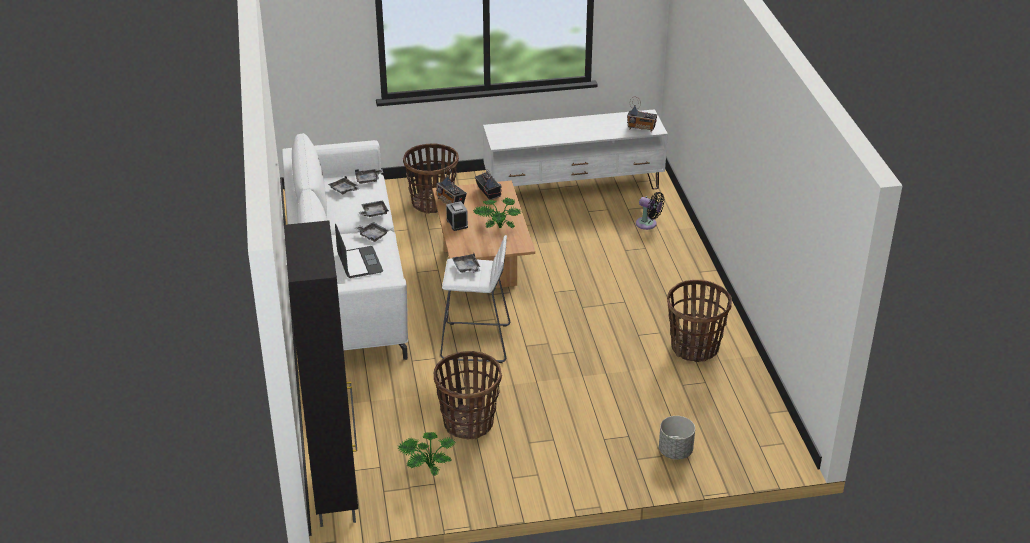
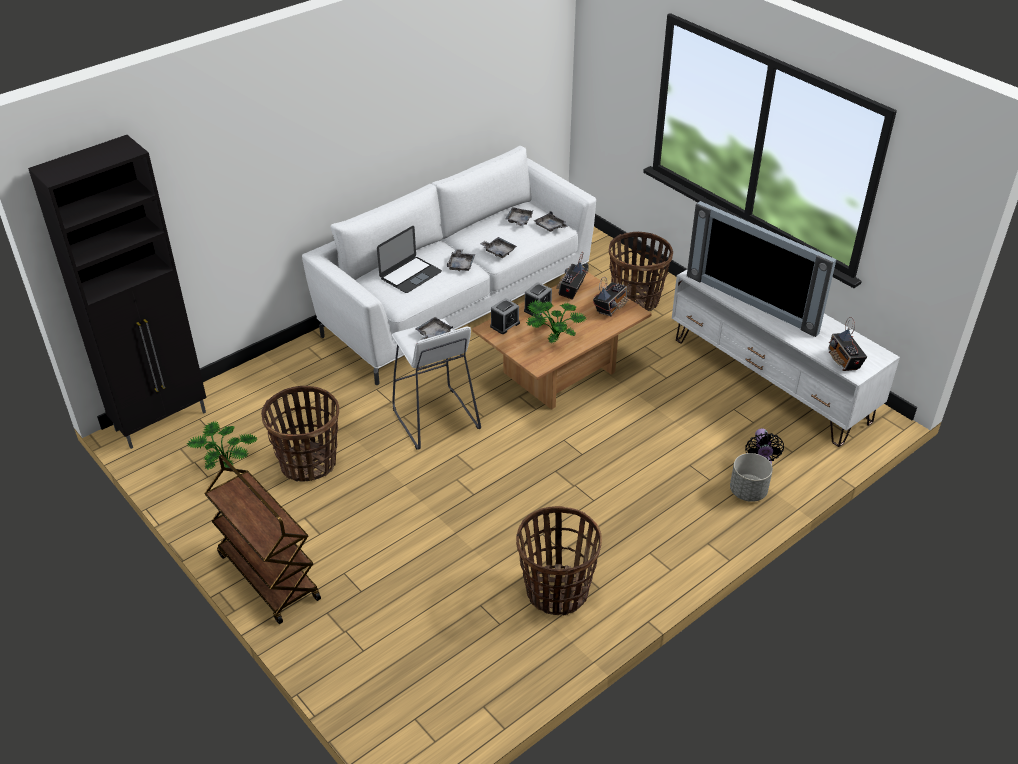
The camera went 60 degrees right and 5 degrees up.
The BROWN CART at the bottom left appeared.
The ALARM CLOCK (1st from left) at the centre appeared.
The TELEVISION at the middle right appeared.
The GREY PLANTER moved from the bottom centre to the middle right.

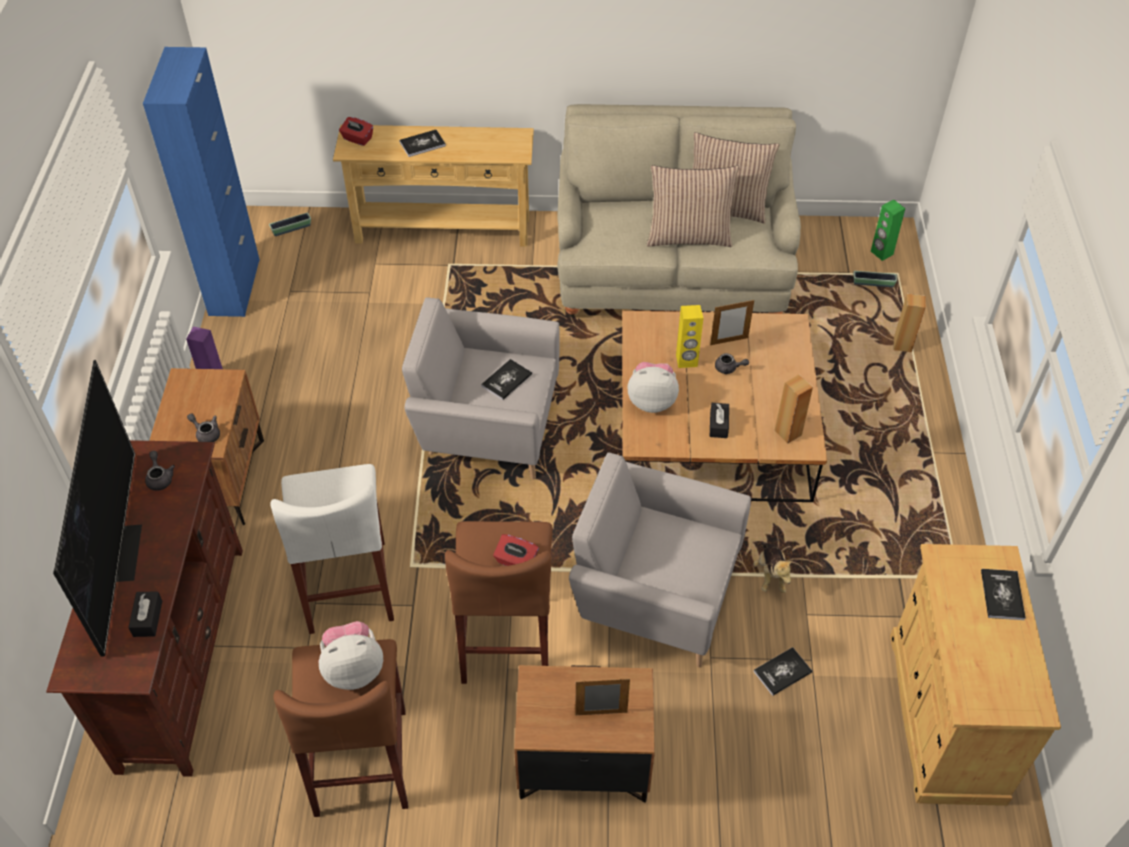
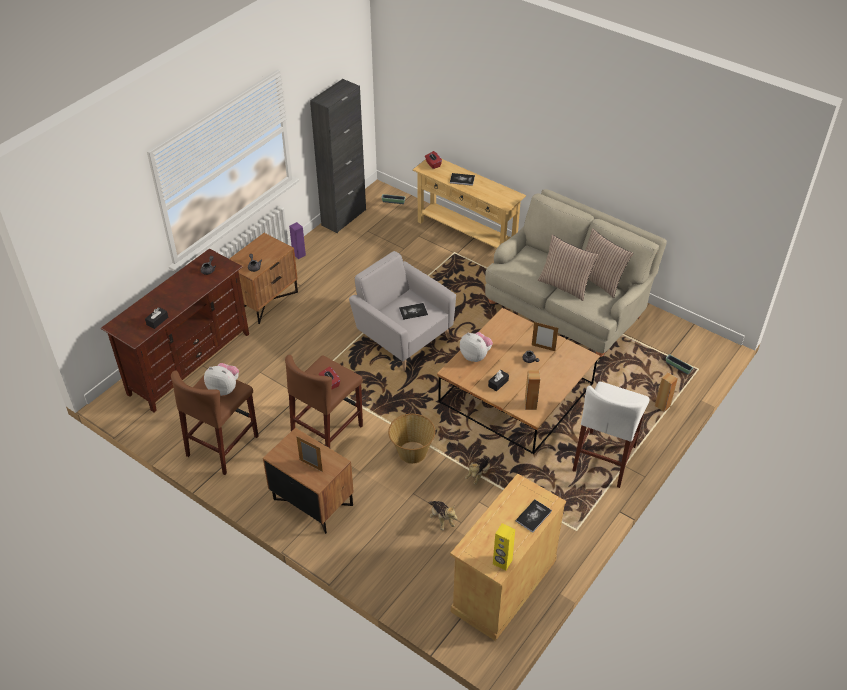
The camera went 35 degrees right and 5 degrees down.
The TELEVISION at the middle left disappeared.
The GREEN SPEAKER at the top right disappeared.
The WHITE STOOL moved from the middle left to the middle right.
The YELLOW SPEAKER moved from the centre to the bottom centre.
The GREY ARMCHAIR (2nd from left) at the centre was replaced by the BASKET at the centre.
The BOOK (3rd from left) at the bottom right was replaced by the PLUSH TOY (2nd from left) at the bottom centre.
The BLUE CABINET at the top left became the BLACK CABINET at the top centre.

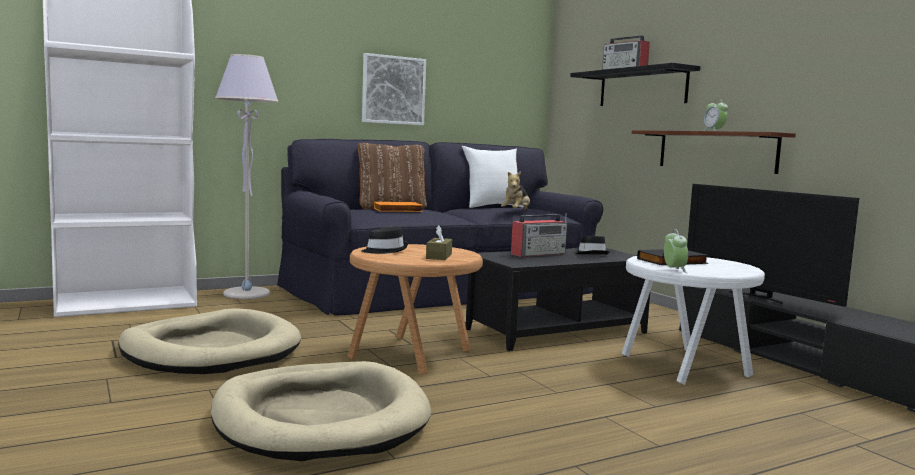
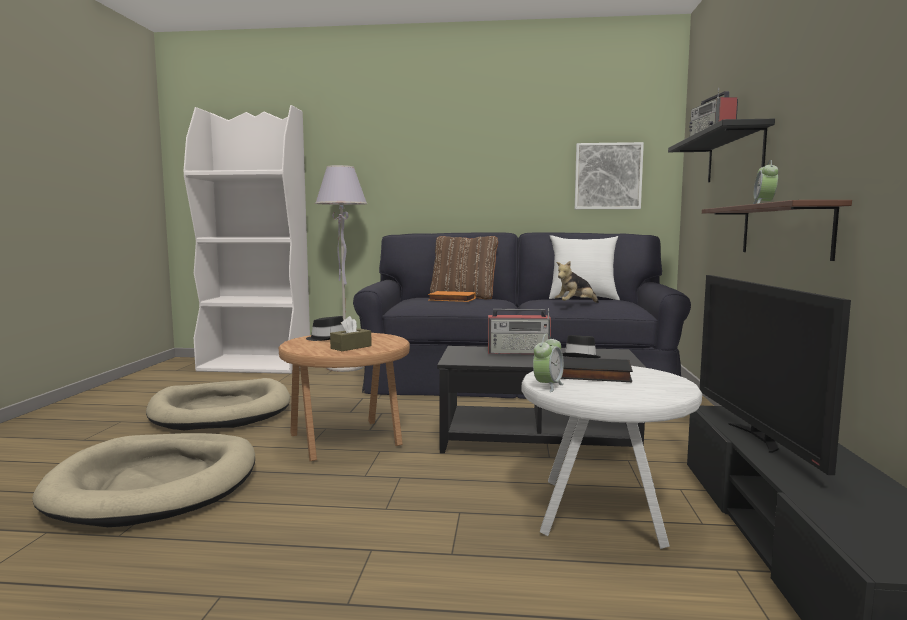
The camera went 35 degrees right and 0 degrees up.
The PICTURE moved from the top centre to the top right.

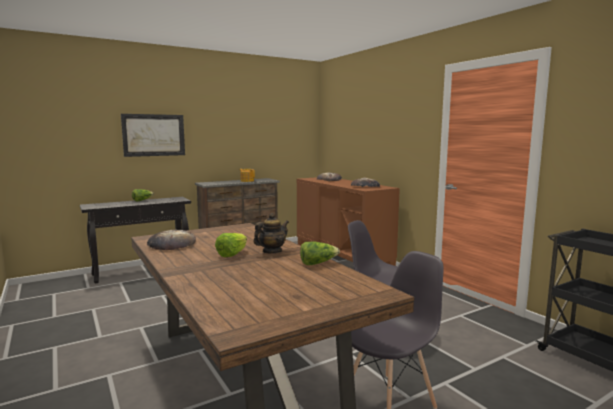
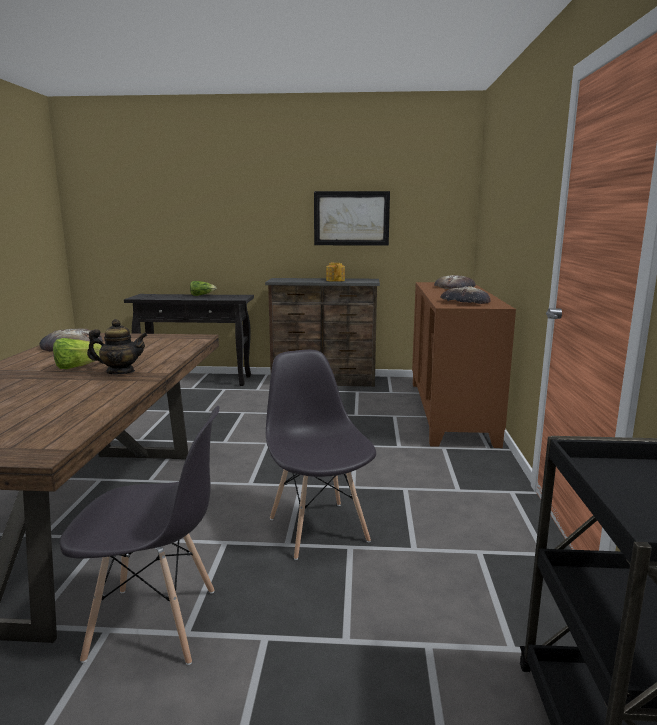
The camera went 35 degrees right and 5 degrees up.
The LETTUCE (3rd from left) at the centre disappeared.
The PICTURE moved from the top left to the top centre.

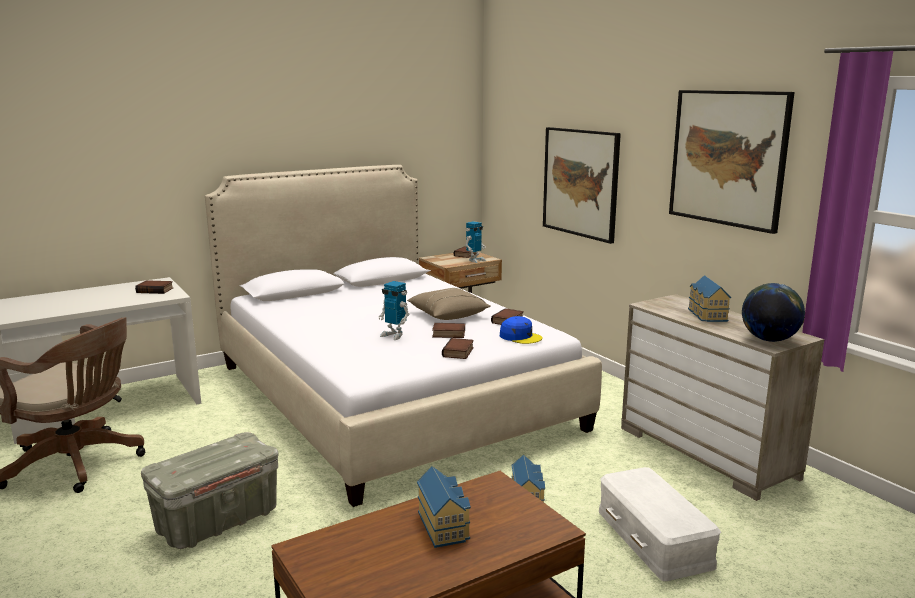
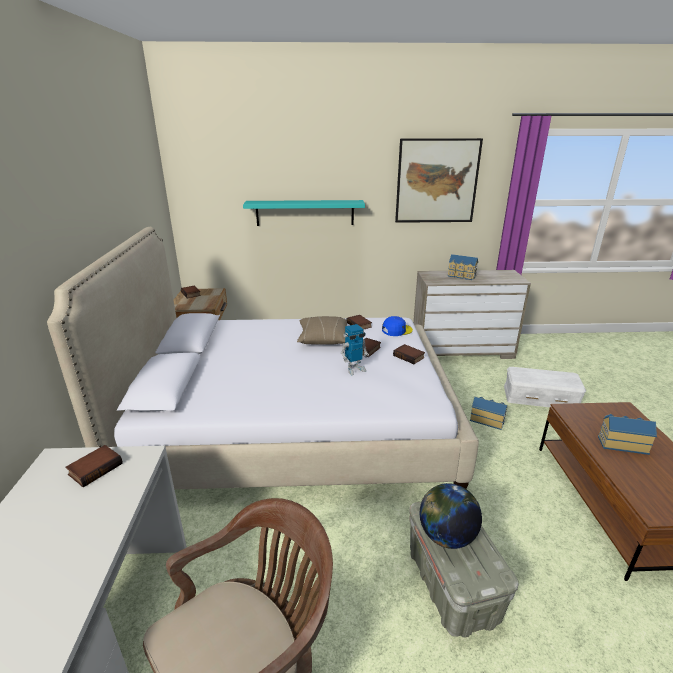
The camera went 60 degrees left and 10 degrees up.
The TOY ROBOT (2nd from left) at the centre disappeared.
The GLOBE moved from the middle right to the bottom right.
The PICTURE (1st from left) at the top centre was replaced by the TURQUOISE SHELF at the top centre.

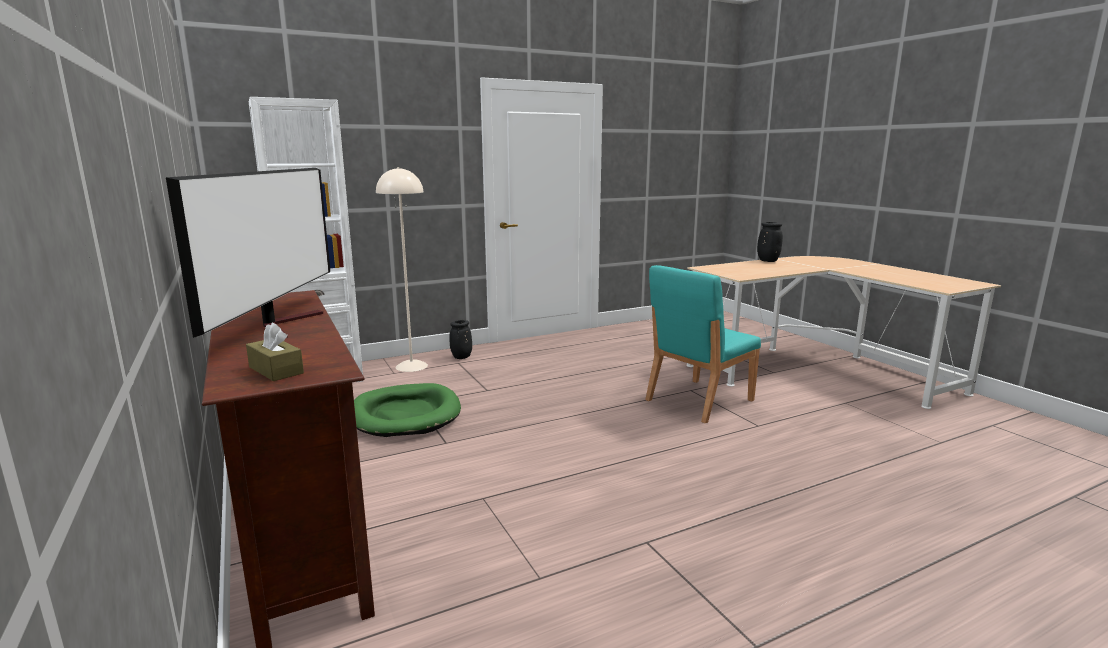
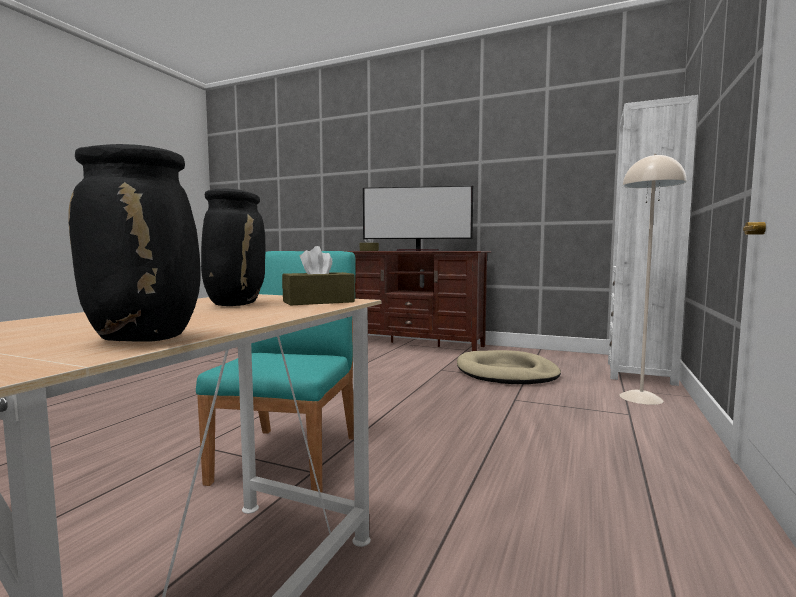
The camera went 140 degrees right and 10 degrees down.
The BROWN TISSUE BOX (1st from left) at the centre appeared.
The BLACK VASE (1st from left in the first image) moved from the centre to the middle left.
The GREEN DOG BED at the centre became the BEIGE DOG BED at the centre.
The TELEVISION at the middle left turned 45 degrees counterclockwise.

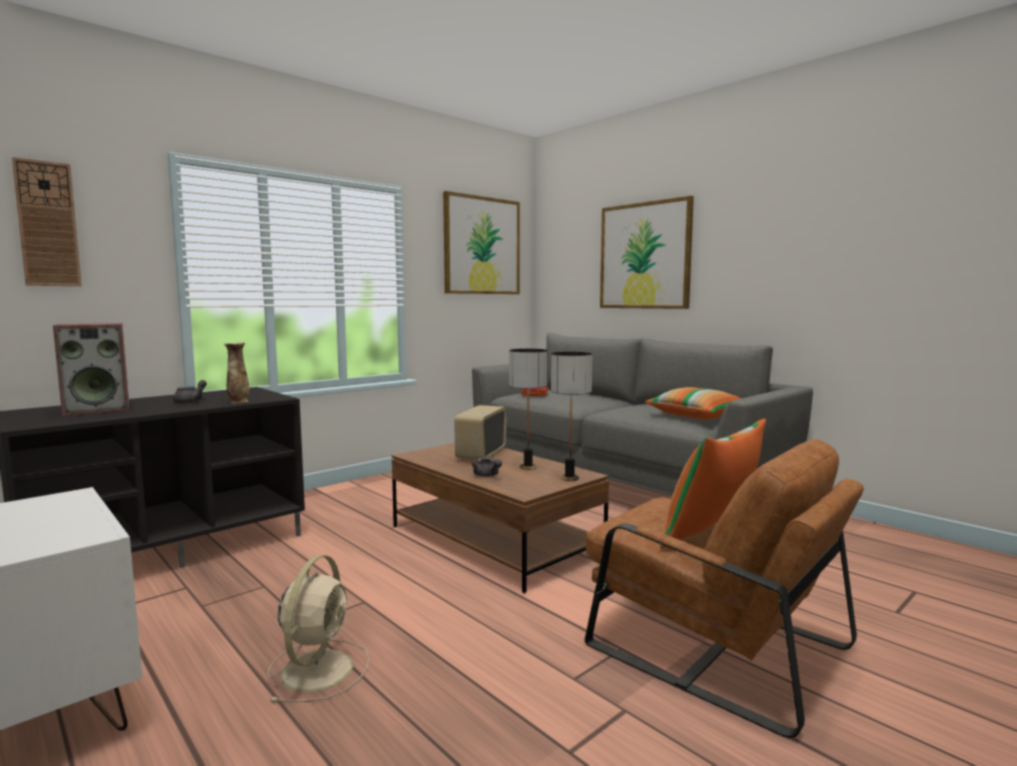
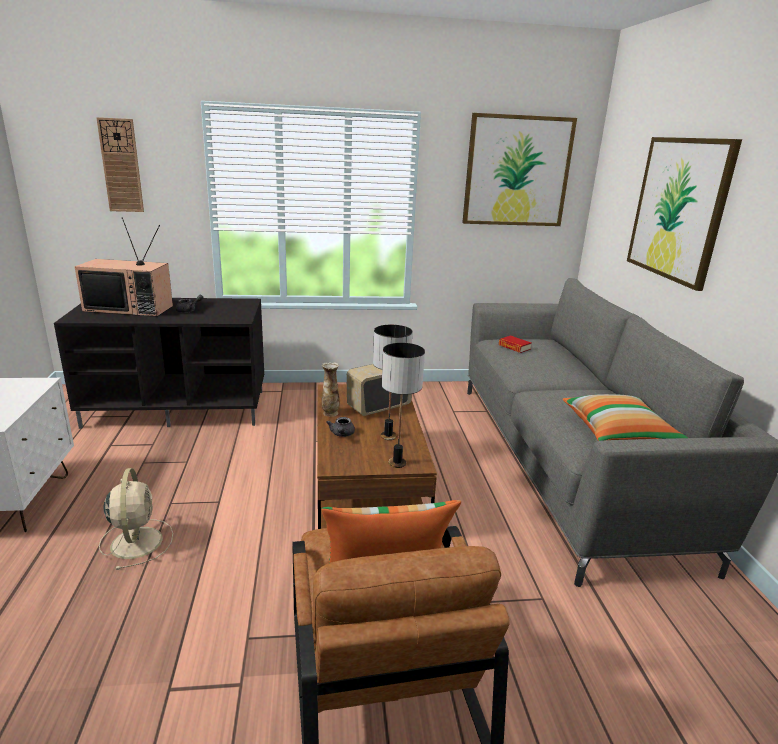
The camera went 35 degrees right and 15 degrees up.
The VASE moved from the middle left to the centre.
The SPEAKER at the middle left was replaced by the TELEVISION at the middle left.
The BEIGE FAN at the bottom left turned 60 degrees counterclockwise.

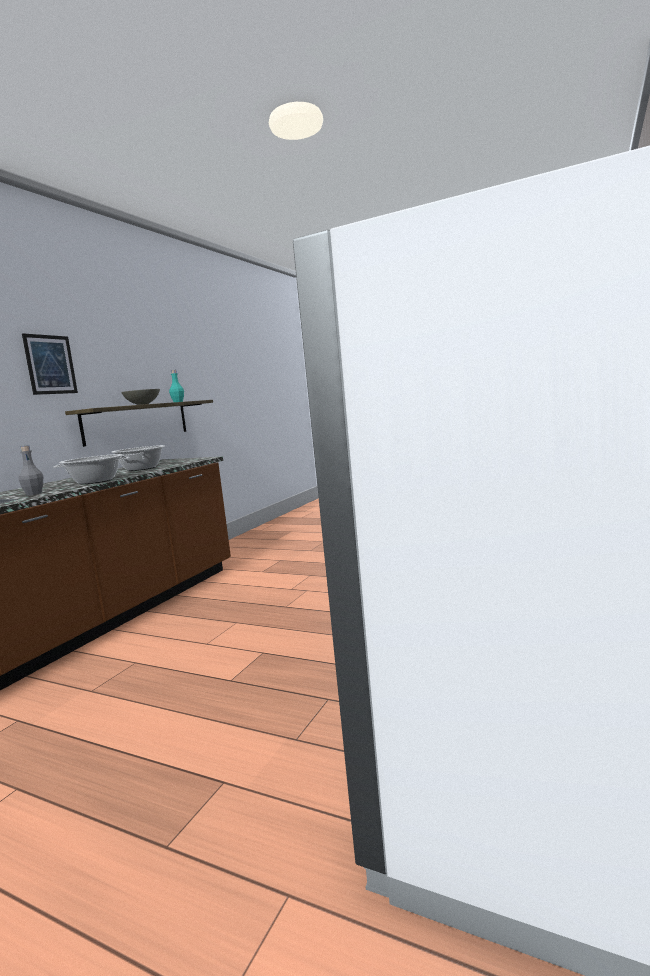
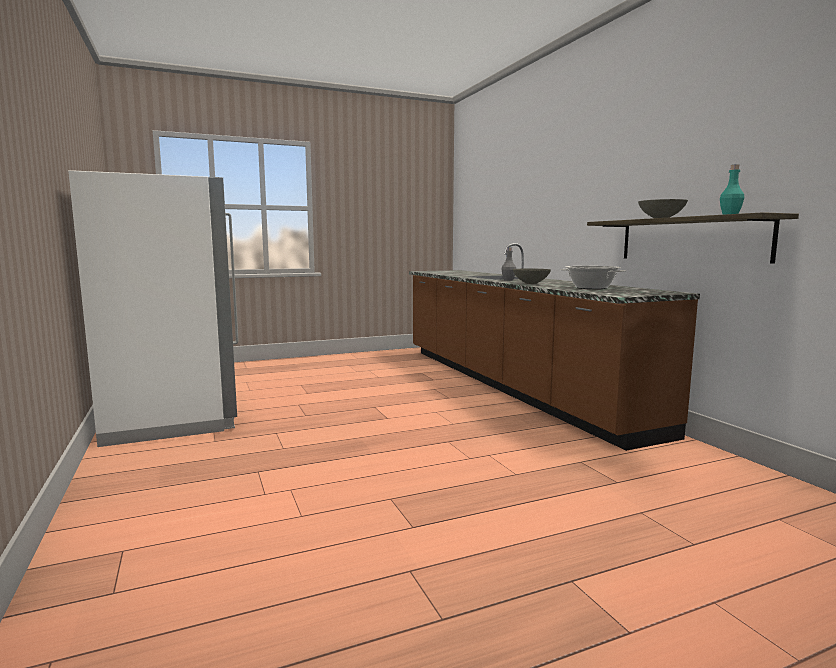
The camera went 130 degrees right and 0 degrees up.
The PICTURE at the middle left disappeared.
The COOKING POT (1st from left) at the middle left was replaced by the GREY BOWL (1st from left) at the centre.

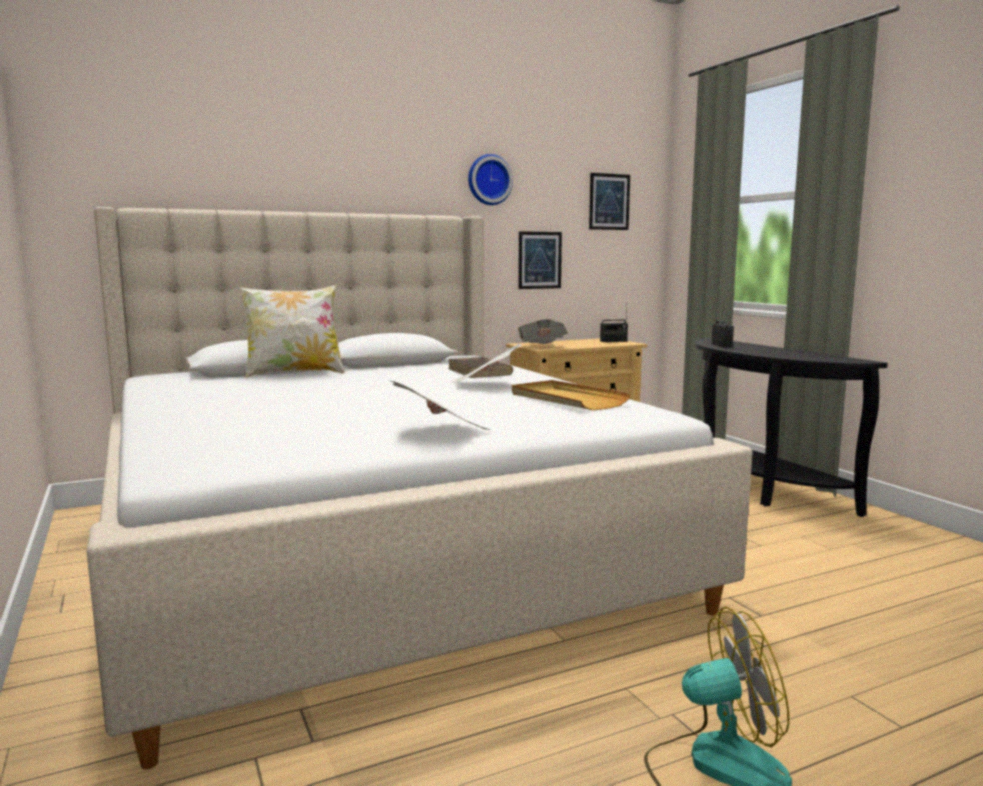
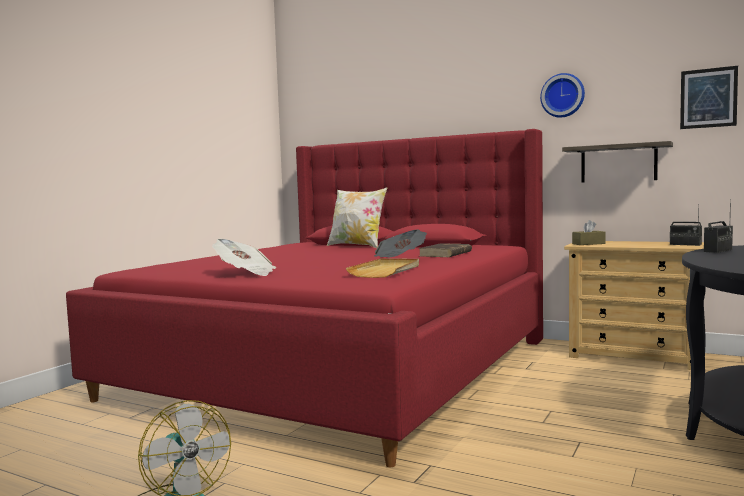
The camera went 55 degrees right and 5 degrees down.
The PICTURE (1st from left) at the top centre was replaced by the SHELF at the top right.
The NEWSPAPER (3rd from left) at the centre was replaced by the BROWN TISSUE BOX at the middle right.
The BEIGE BED at the centre became the RED BED at the centre.

